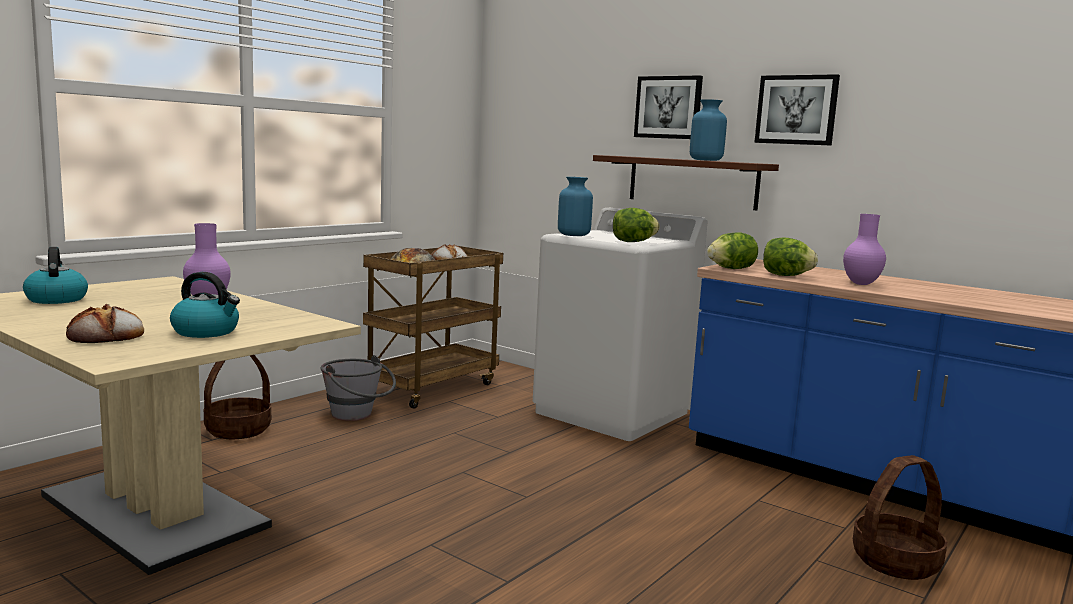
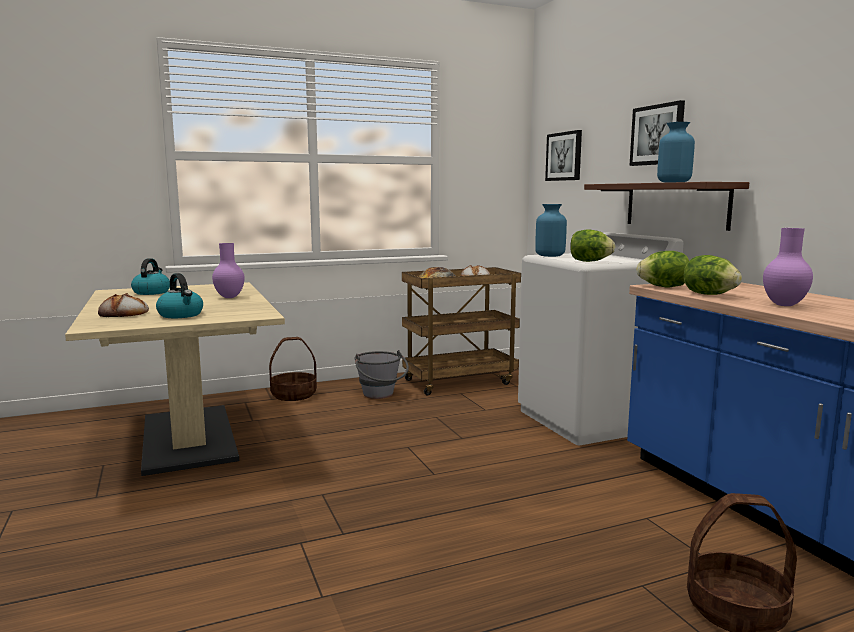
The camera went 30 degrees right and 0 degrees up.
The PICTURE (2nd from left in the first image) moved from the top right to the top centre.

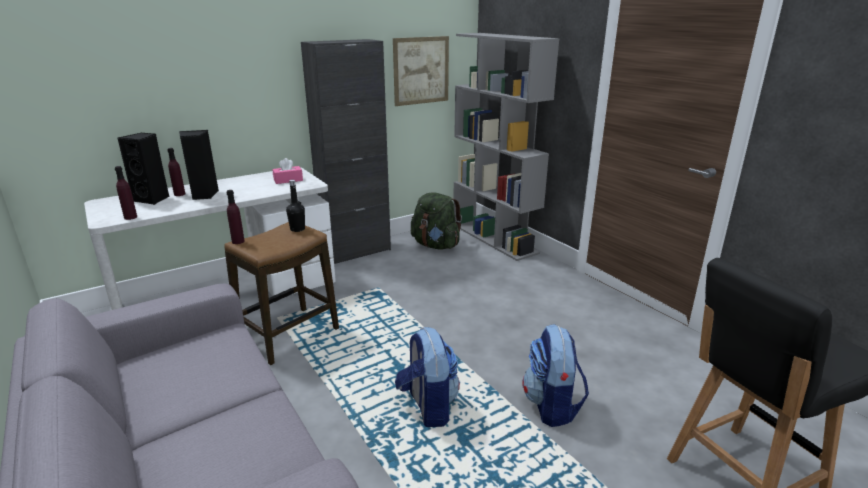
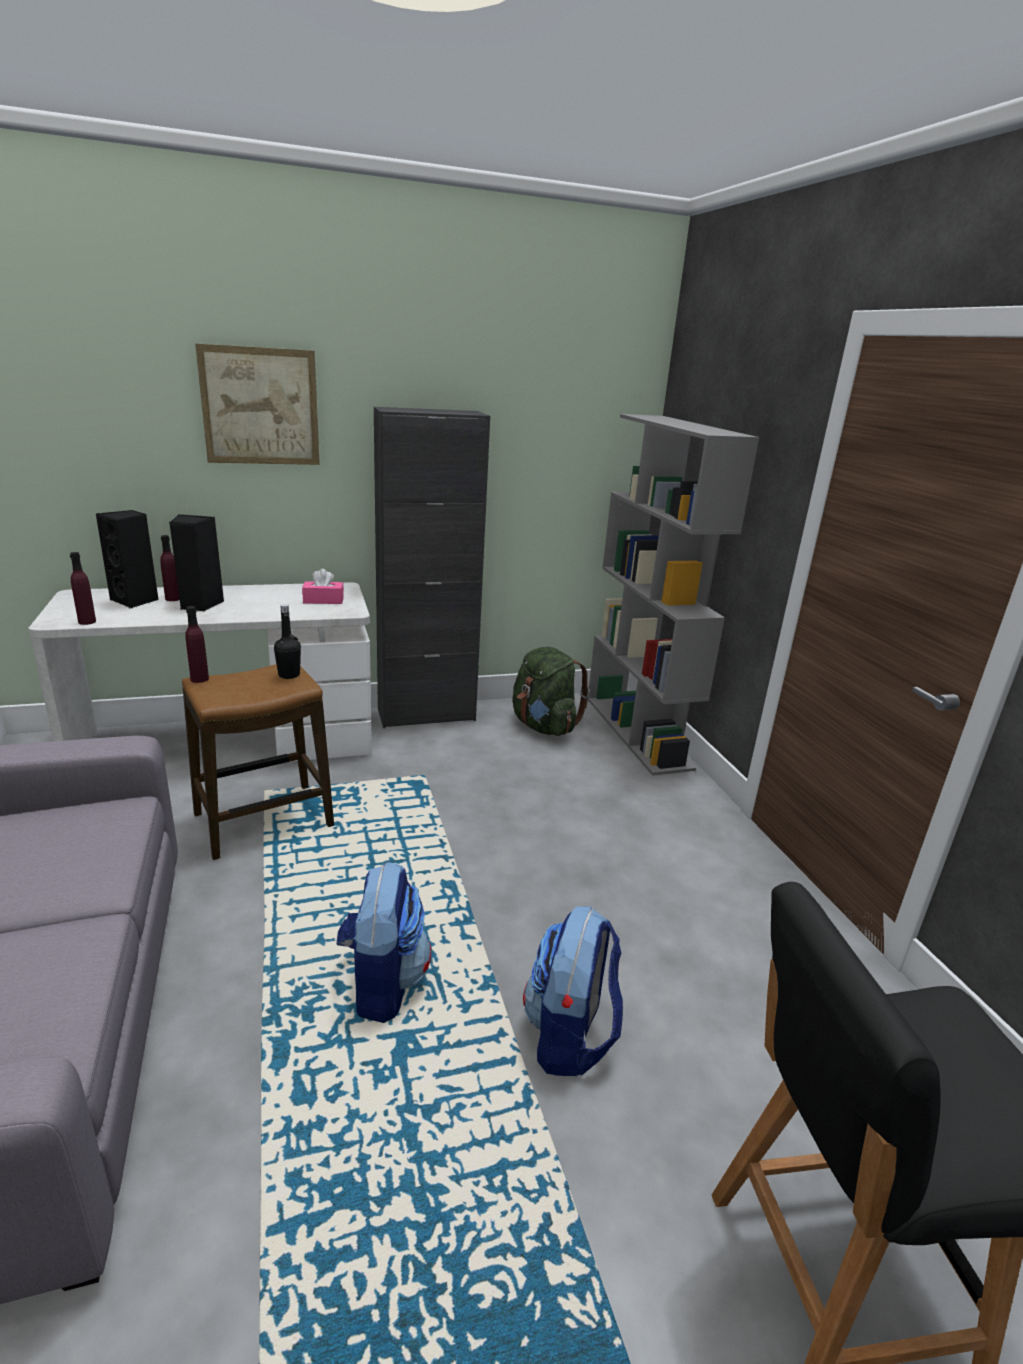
The camera went 15 degrees right and 0 degrees up.
The PICTURE moved from the top centre to the top left.

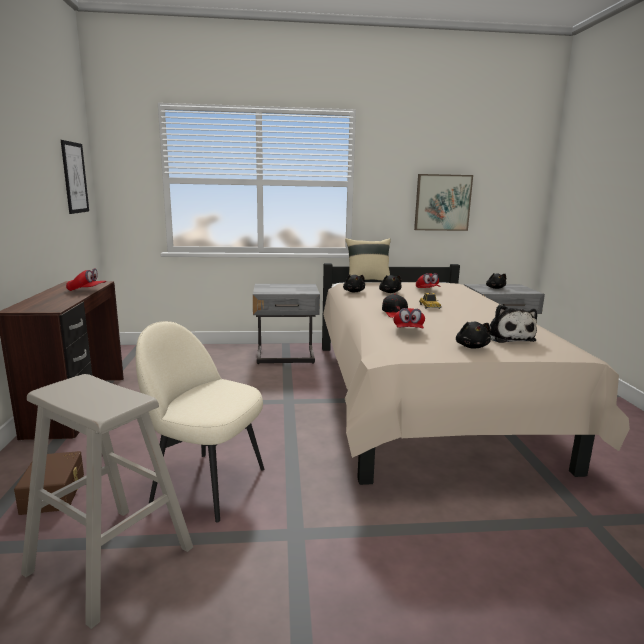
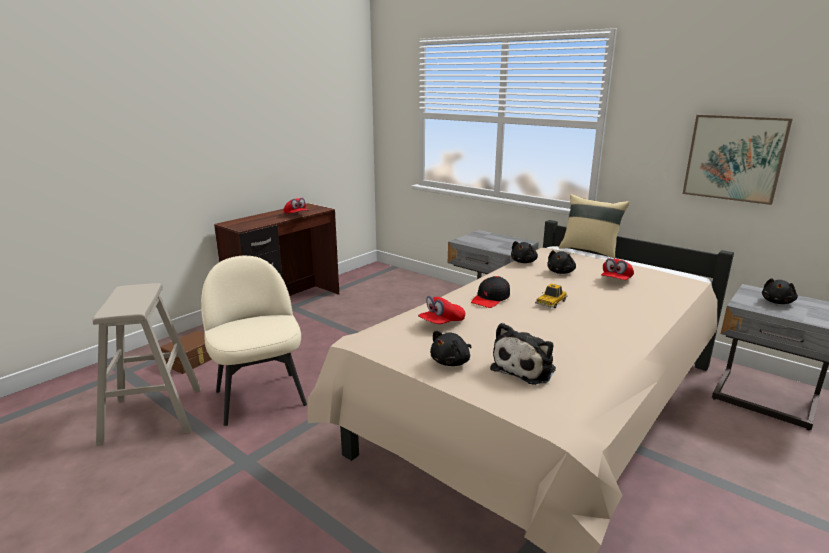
The camera went 45 degrees right and 5 degrees up.
The PICTURE (1st from left) at the top left disappeared.

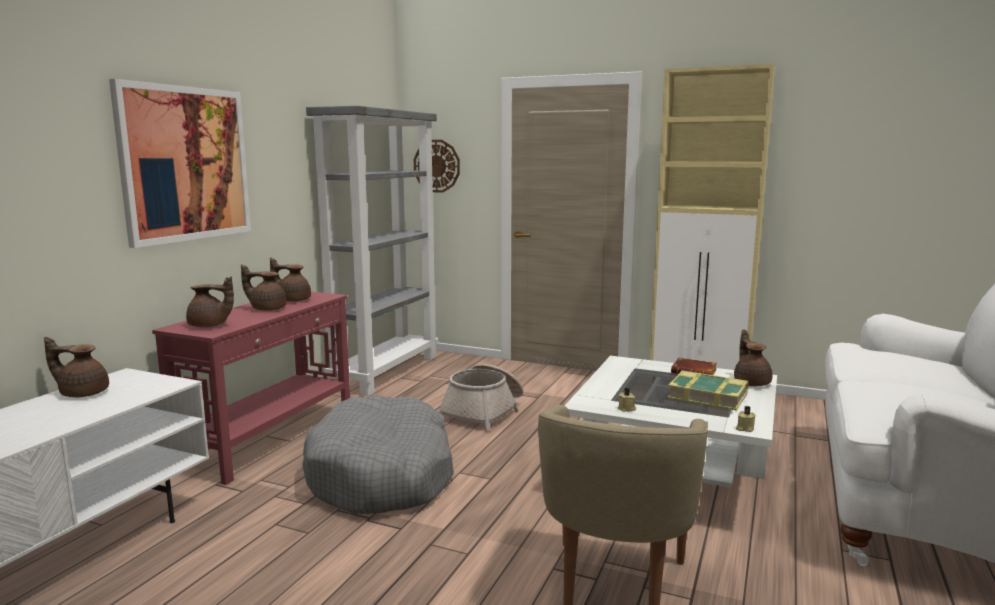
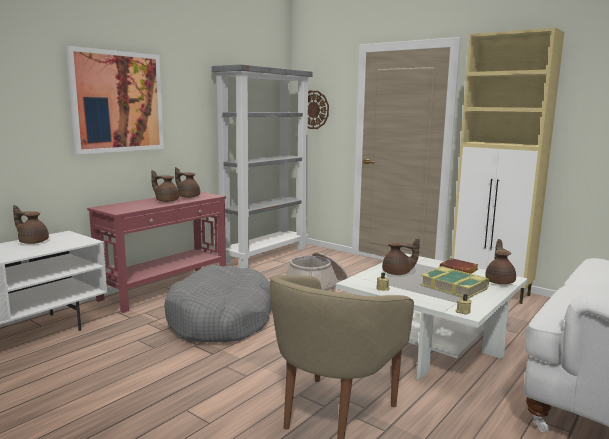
The camera went 15 degrees right and 0 degrees up.
The BROWN TEAPOT (2nd from left in the first image) moved from the middle left to the centre.

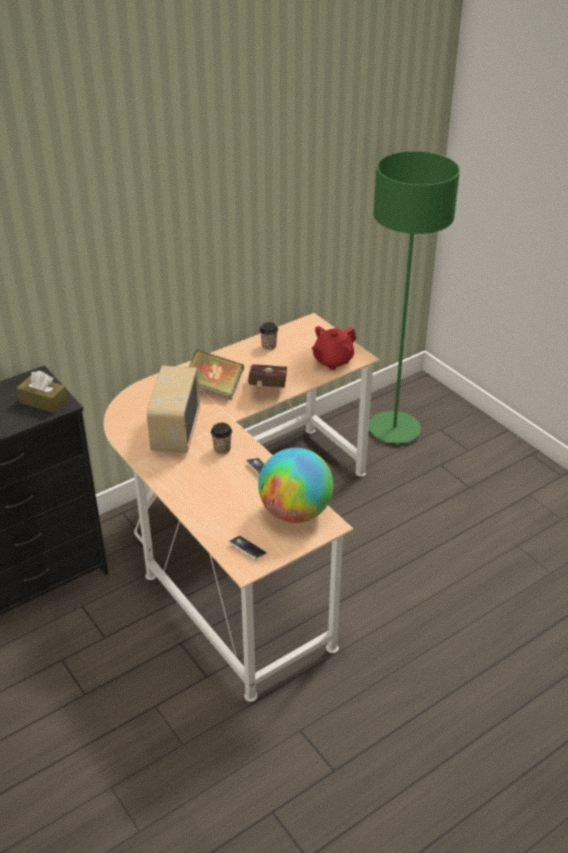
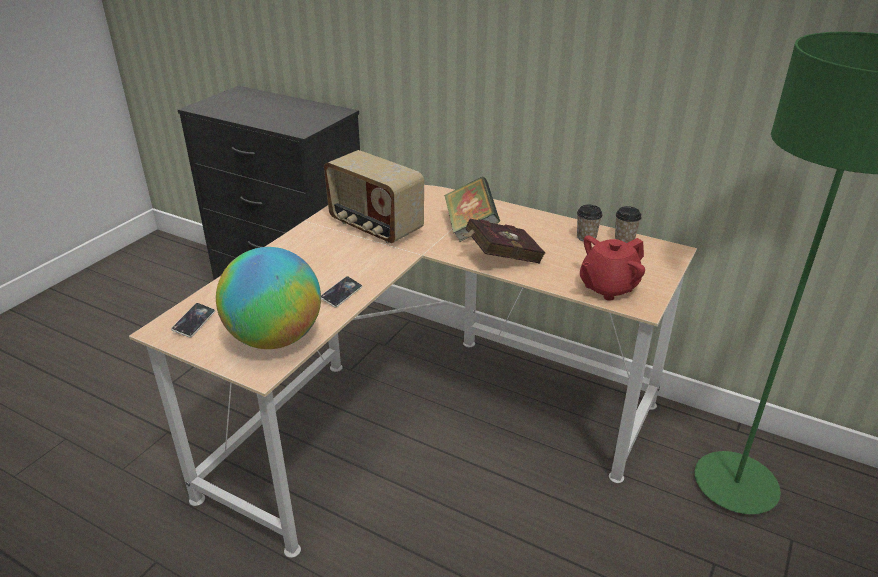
The camera went 65 degrees right and 5 degrees down.
The BROWN TISSUE BOX at the middle left disappeared.
The CUP (1st from left in the first image) moved from the centre to the middle right.
The RADIO at the middle left turned 120 degrees counterclockwise.
The RED TEAPOT at the centre turned 60 degrees counterclockwise.

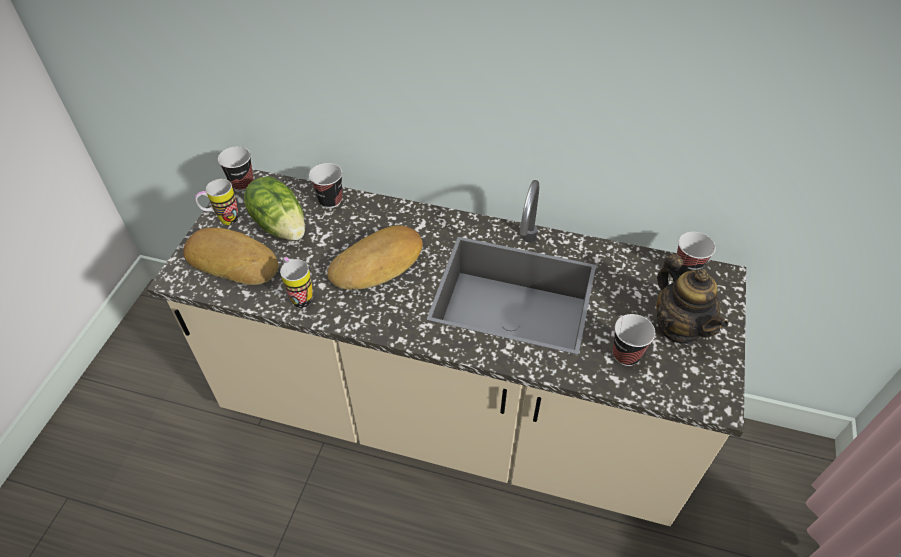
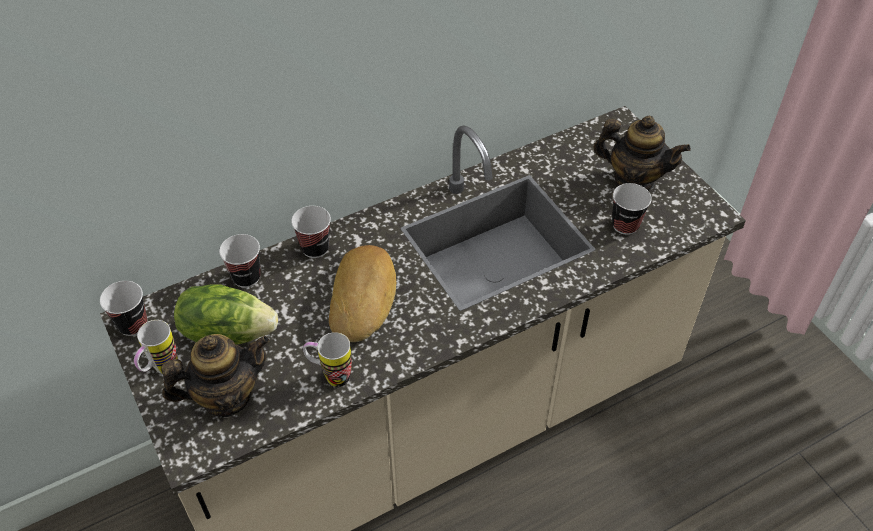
The camera went 45 degrees left and 0 degrees up.
The CUP (4th from left in the first image) moved from the middle right to the centre.
The BREAD (1st from left) at the middle left was replaced by the TEAPOT (1st from left) at the bottom left.

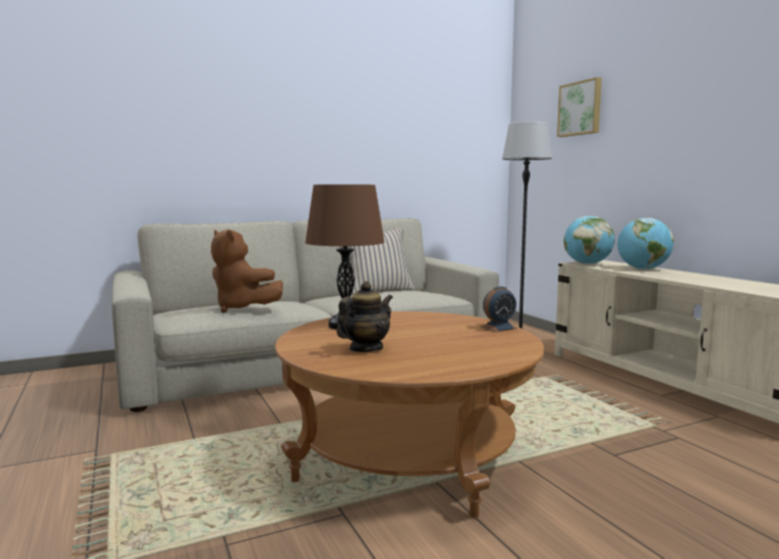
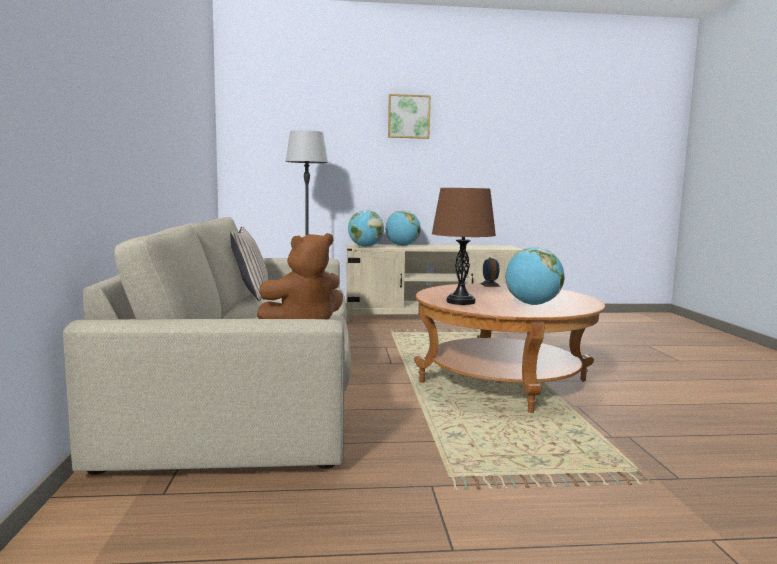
The camera went 70 degrees left and 0 degrees up.
The PICTURE moved from the top right to the top centre.
The TEAPOT at the centre was replaced by the GLOBE (3rd from left) at the middle right.

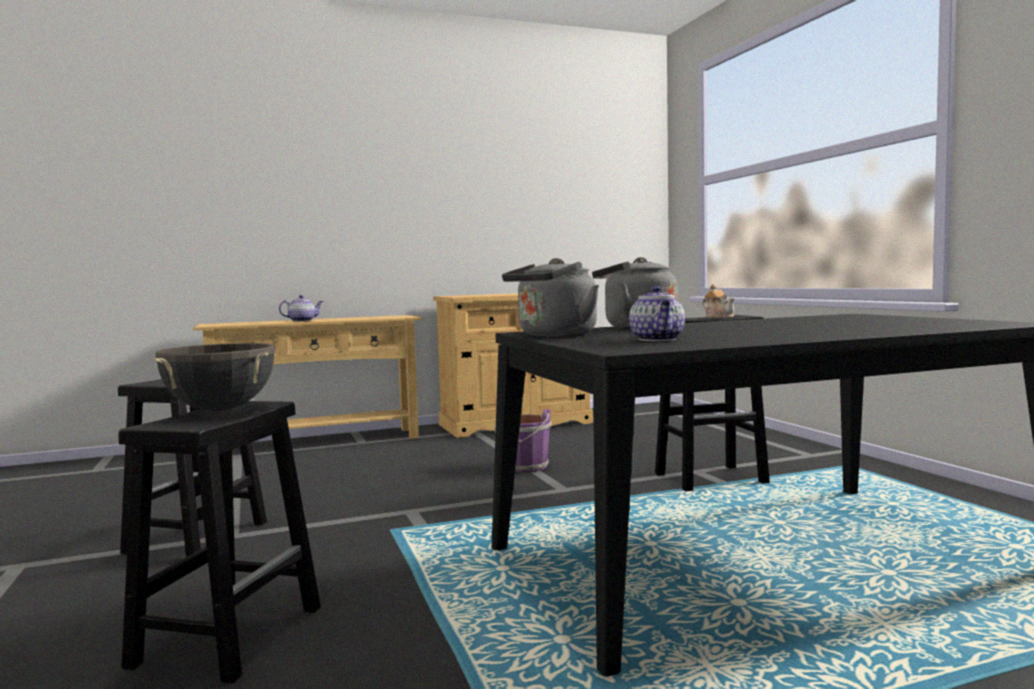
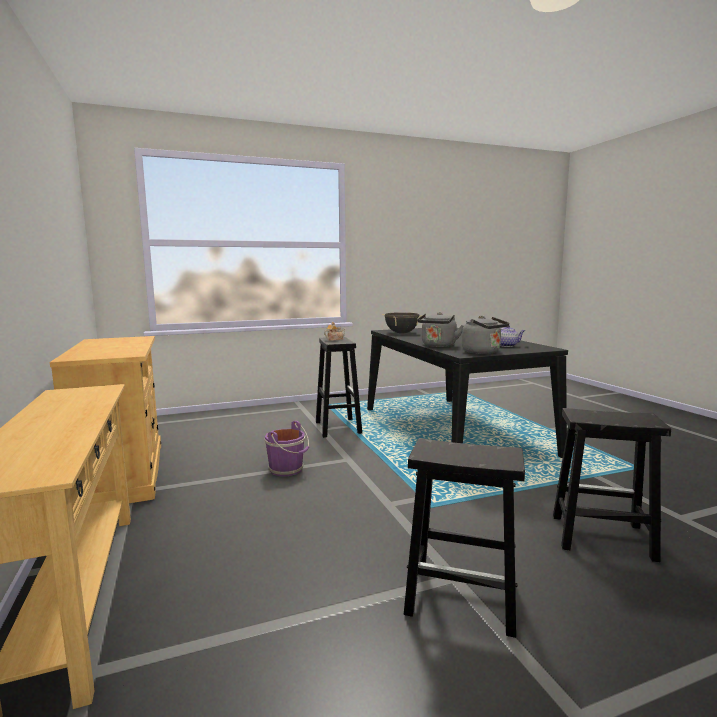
The camera went 90 degrees left and 5 degrees up.
The TEAPOT (1st from left) at the middle left disappeared.
The BLACK COOKING POT moved from the middle left to the centre.

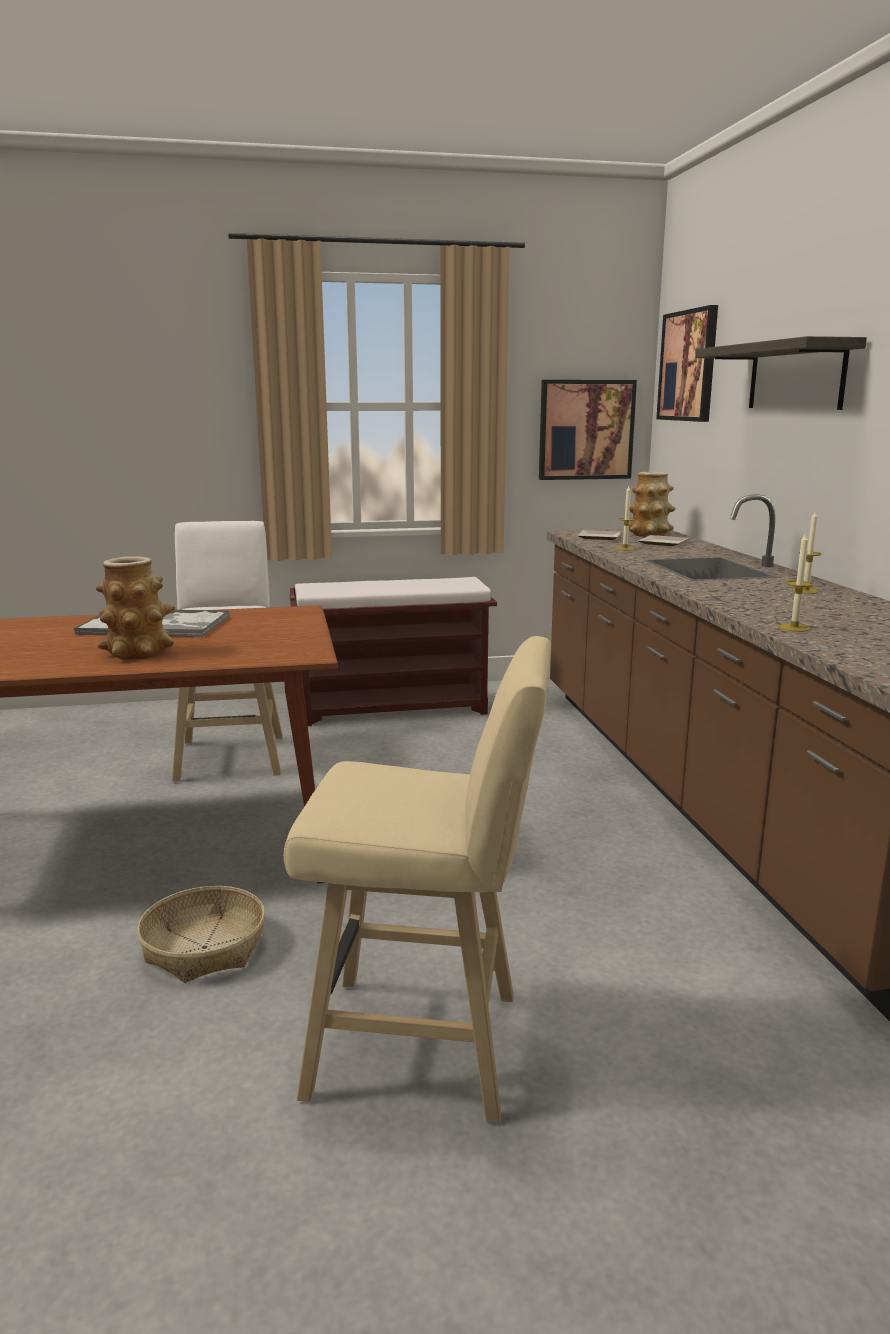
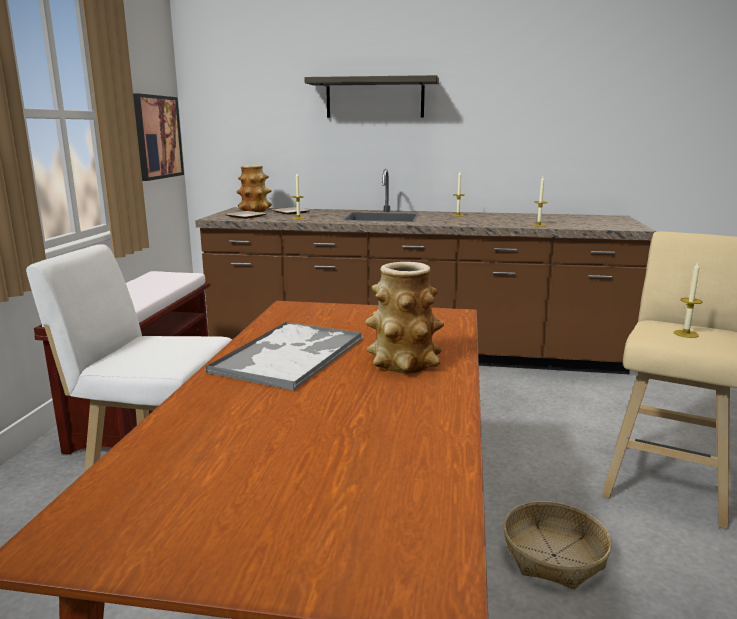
The camera went 70 degrees left and 0 degrees up.
The PICTURE (2nd from left) at the top right disappeared.
The CANDLE (4th from left) at the middle right appeared.

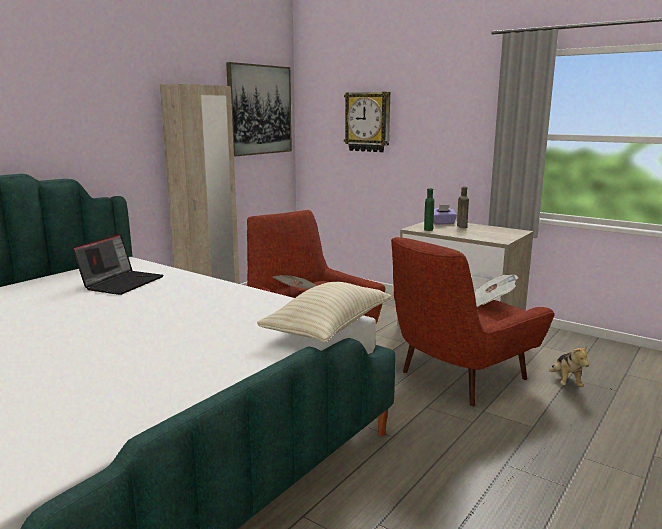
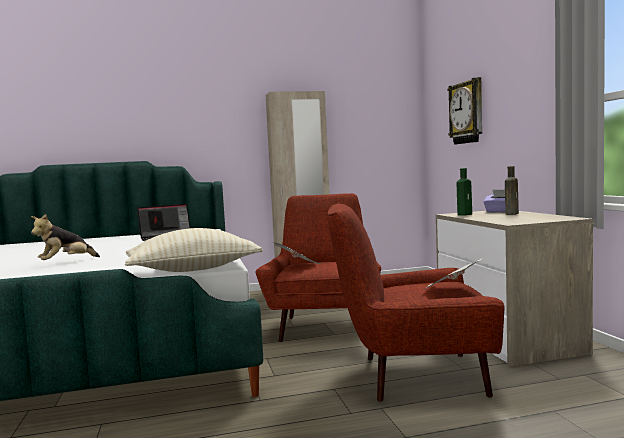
The camera went 40 degrees right and 10 degrees down.
The PICTURE at the top centre disappeared.
The PLUSH TOY moved from the bottom right to the middle left.

